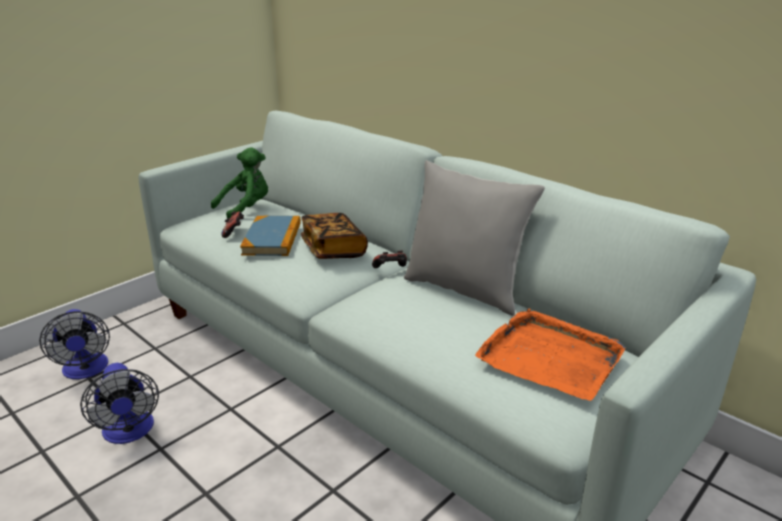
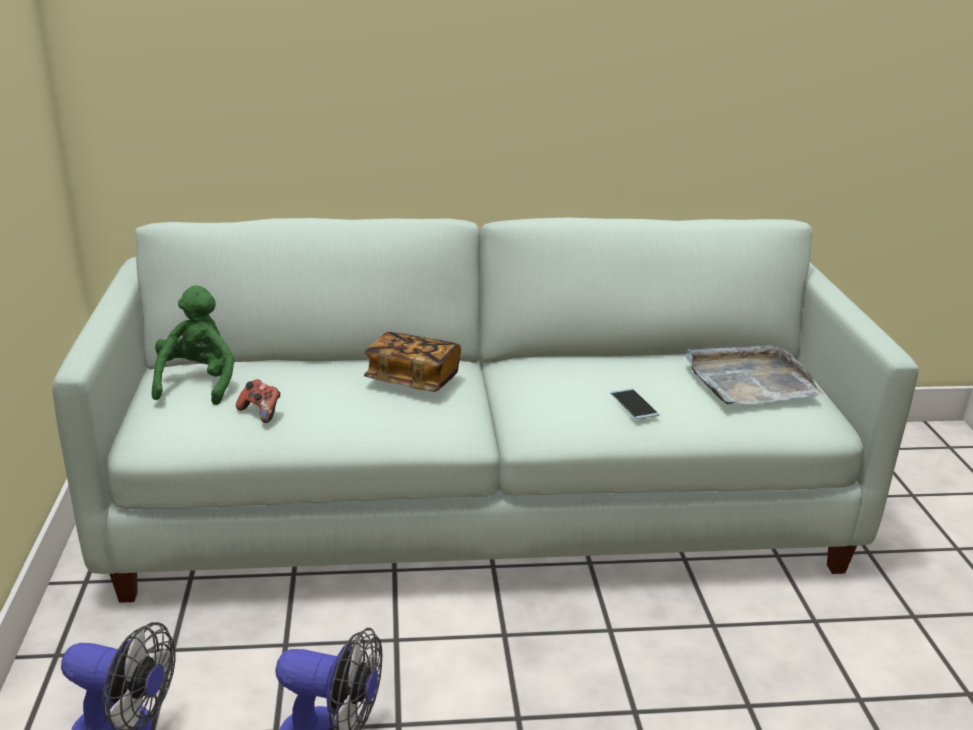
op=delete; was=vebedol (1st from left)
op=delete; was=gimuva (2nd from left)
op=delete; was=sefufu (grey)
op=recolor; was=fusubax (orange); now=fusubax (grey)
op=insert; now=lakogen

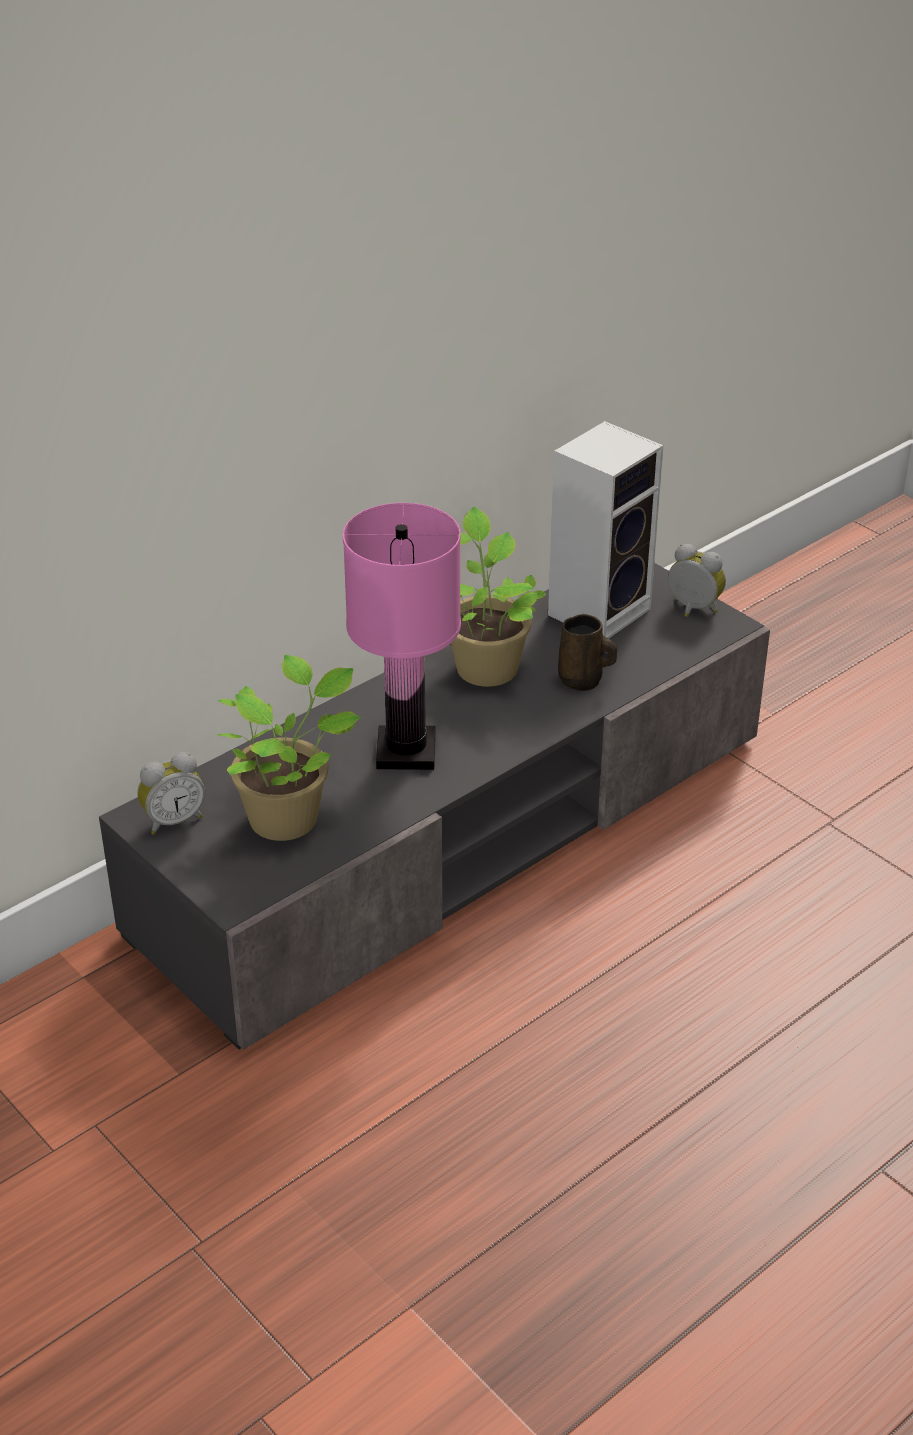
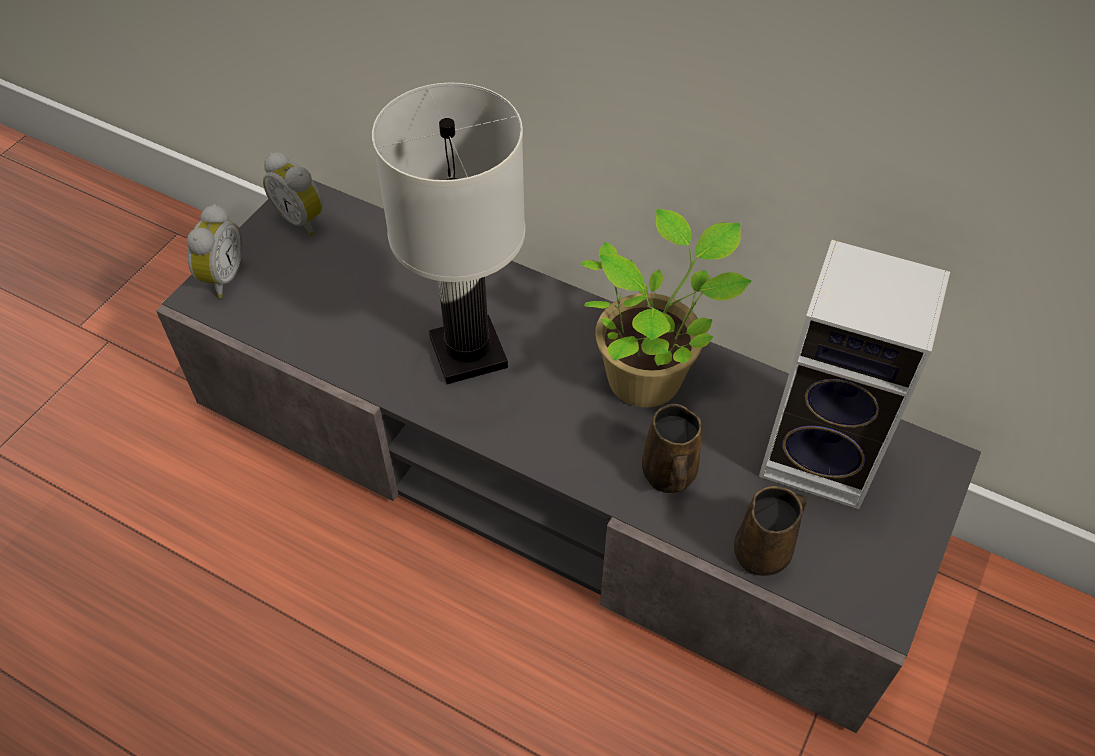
op=delete; was=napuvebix (1st from left)
op=recolor; was=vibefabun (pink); now=vibefabun (white)
op=move; was=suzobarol (2nd from left in the first image); now=suzobarol (1st from left)
op=insert; now=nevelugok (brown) (2nd from left)

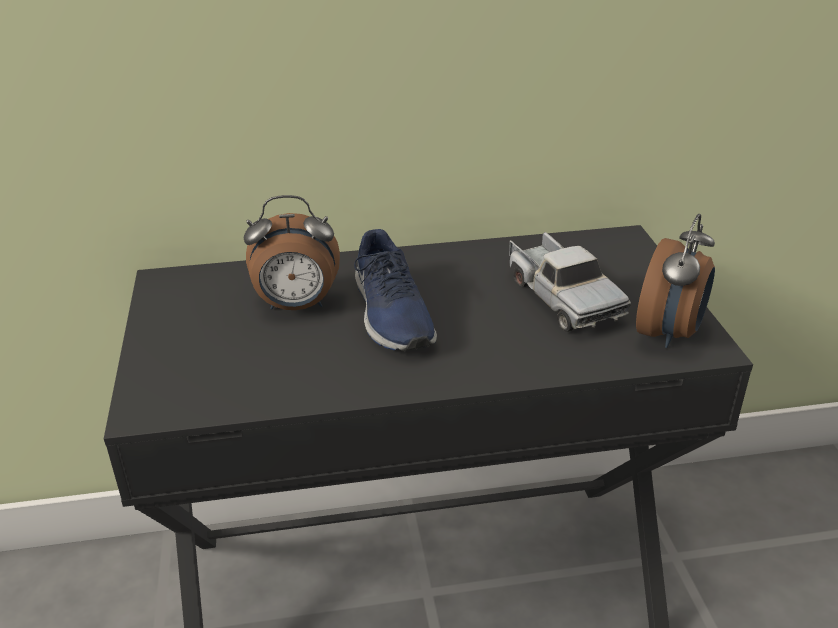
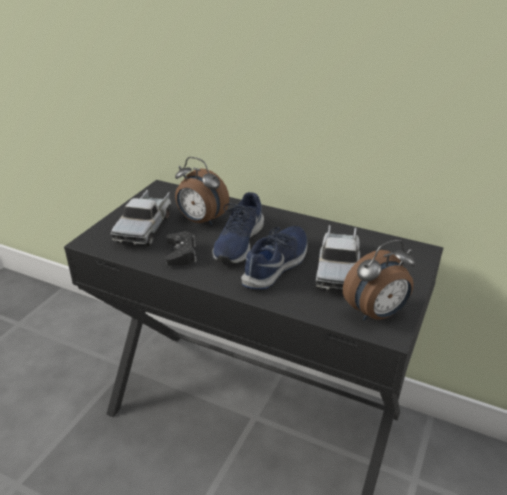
op=insert; now=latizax (1st from left)
op=insert; now=gimuva (black)
op=insert; now=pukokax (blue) (2nd from left)

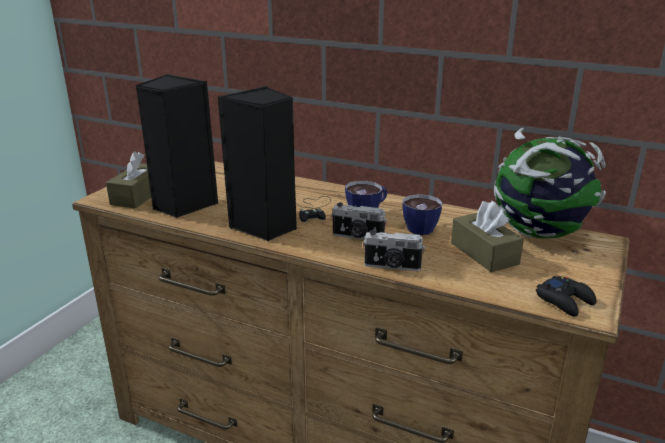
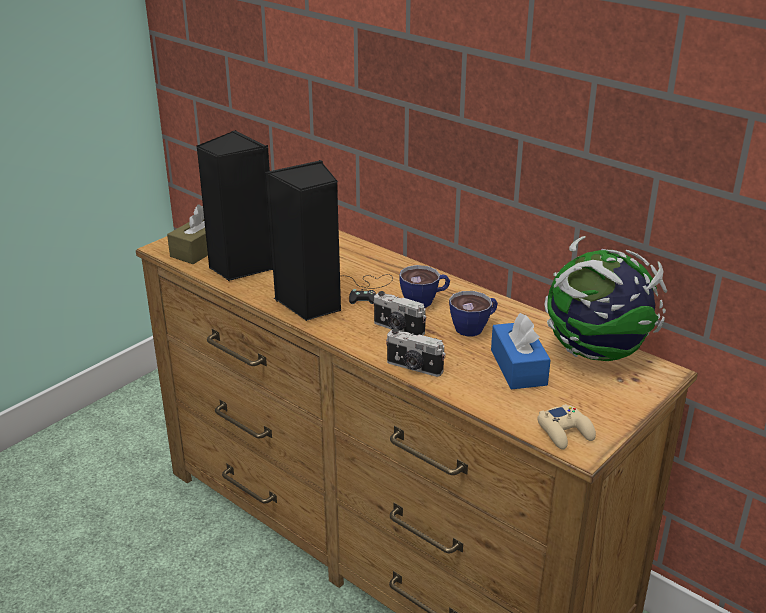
op=recolor; was=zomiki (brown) (2nd from left); now=zomiki (blue)
op=recolor; was=gimuva (black) (2nd from left); now=gimuva (beige)

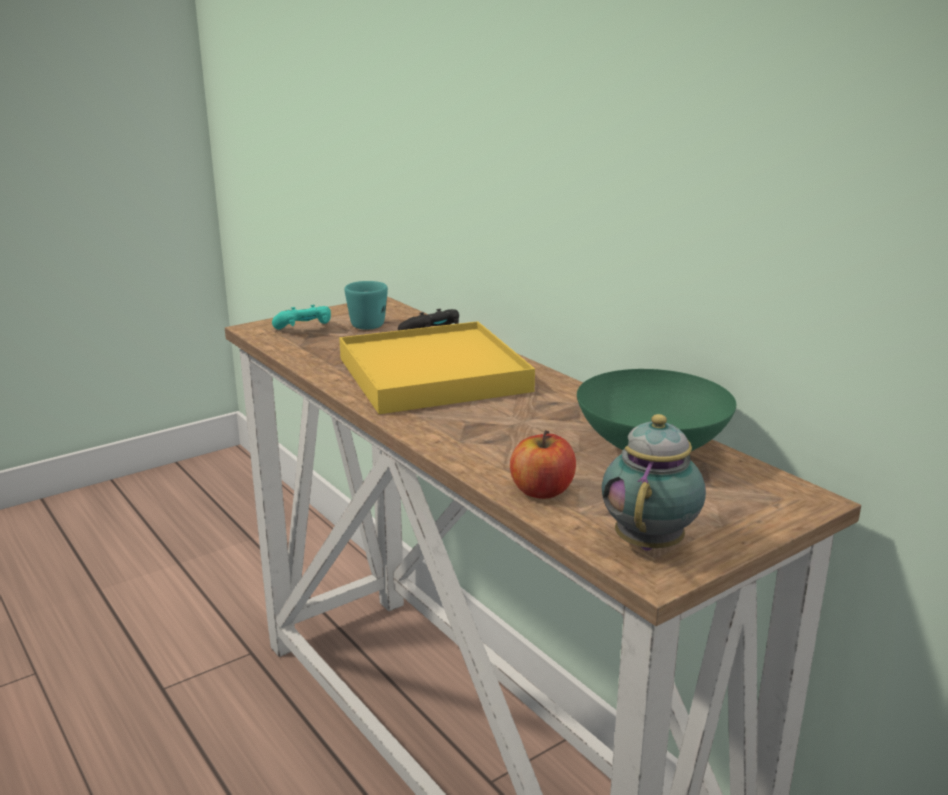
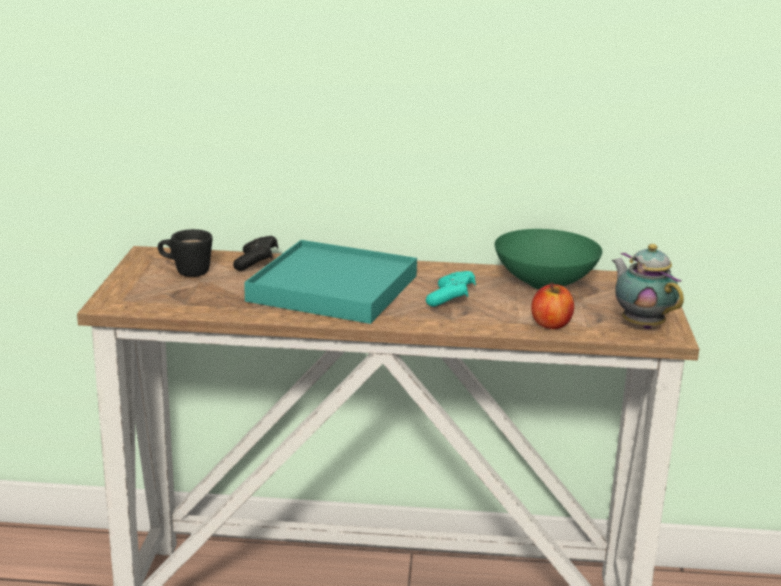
op=move; was=gimuva (turquoise)
op=recolor; was=fusubax (yellow); now=fusubax (turquoise)
op=recolor; was=nevelugok (turquoise); now=nevelugok (black)

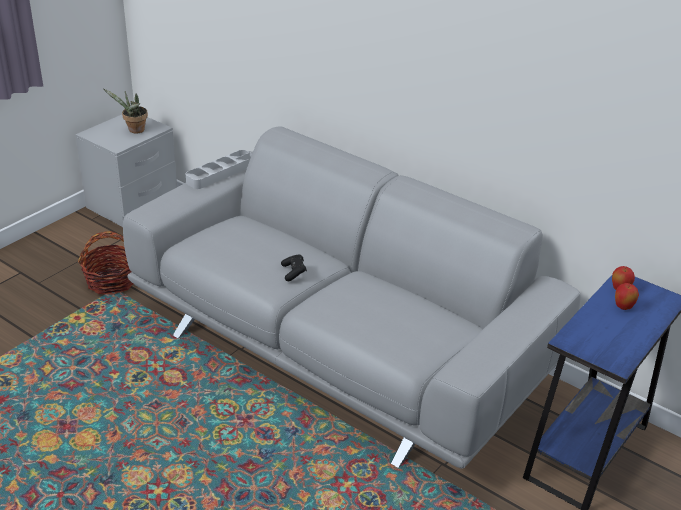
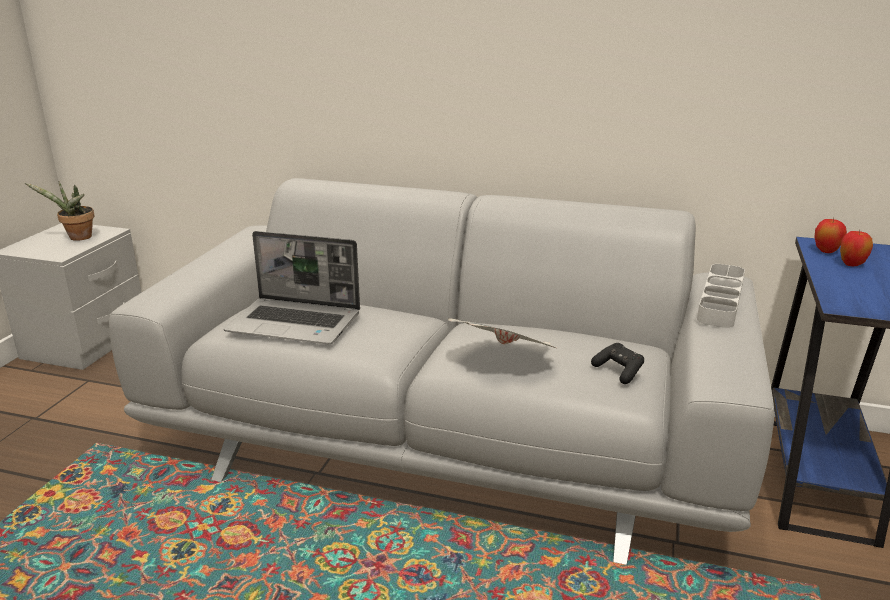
op=delete; was=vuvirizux
op=move; was=fusubax (grey)
op=move; was=gimuva (black)
op=insert; now=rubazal
op=insert; now=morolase

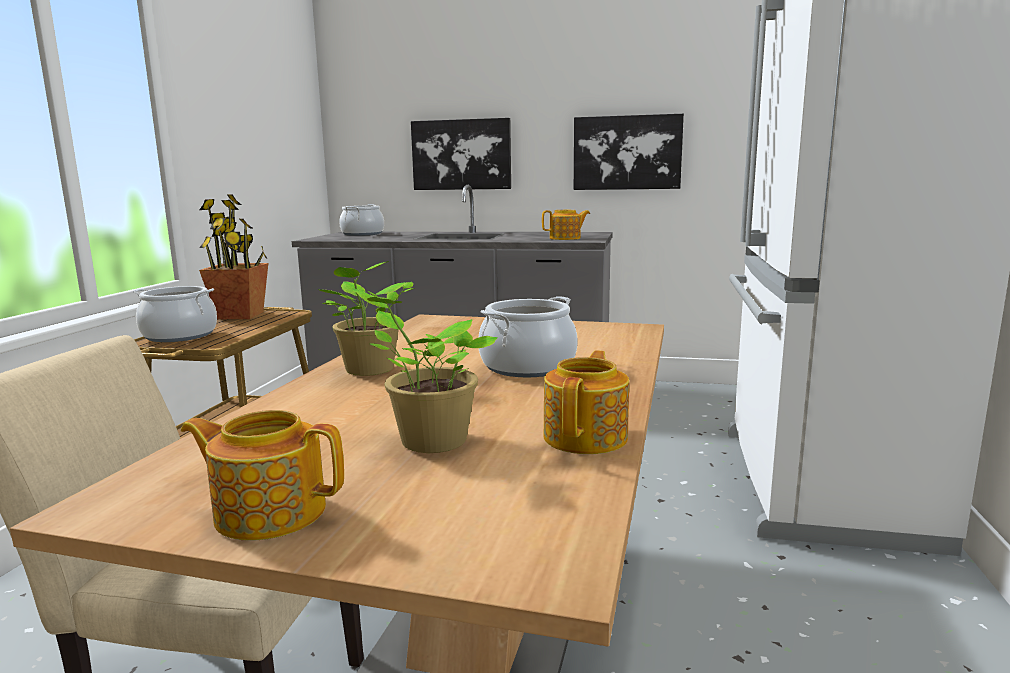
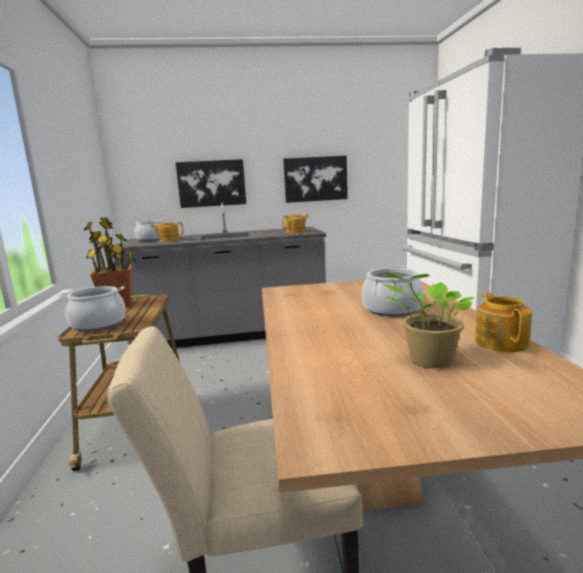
op=move; was=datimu (1st from left)
op=delete; was=napuvebix (2nd from left)

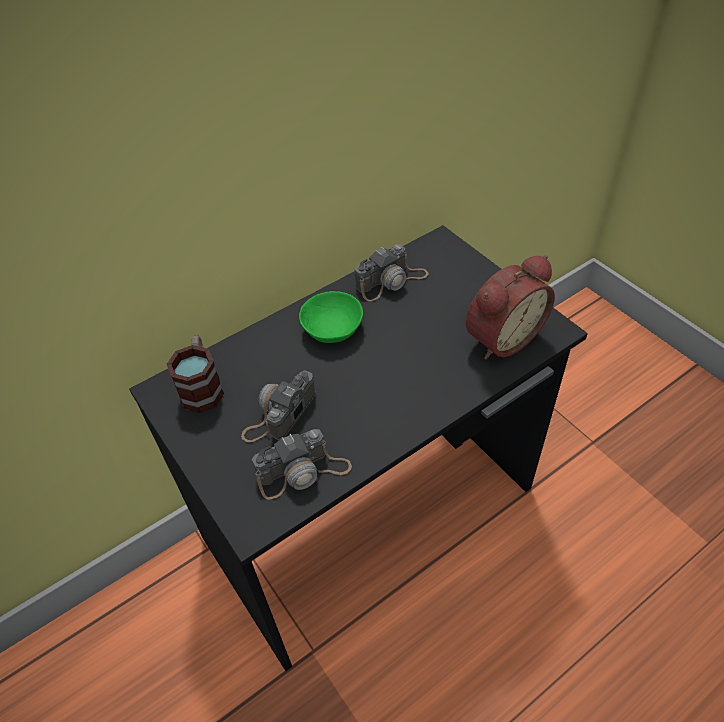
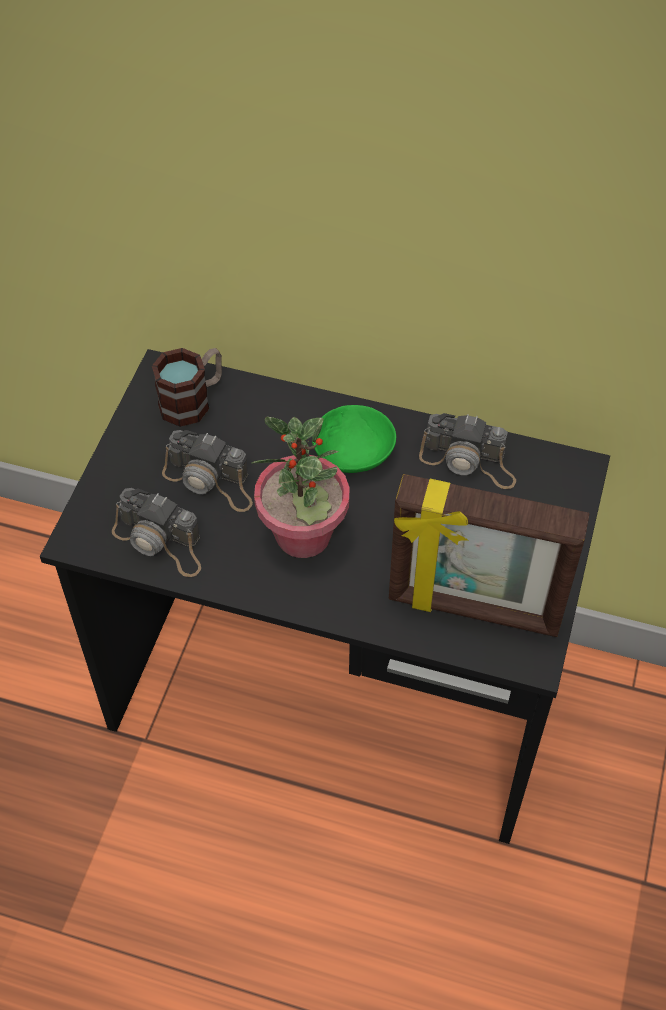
op=rotate; was=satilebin (1st from left in the first image); clockwise=-150
op=replace; was=suzobarol; now=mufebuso
op=insert; now=napuvebix

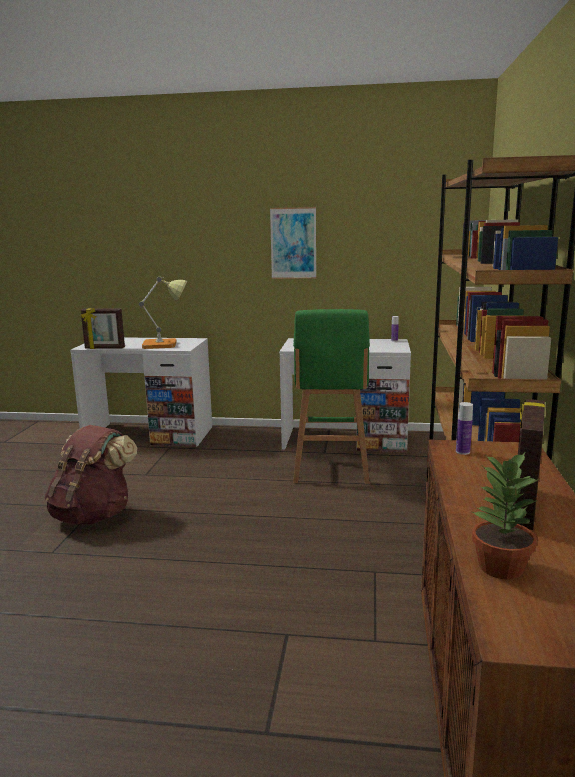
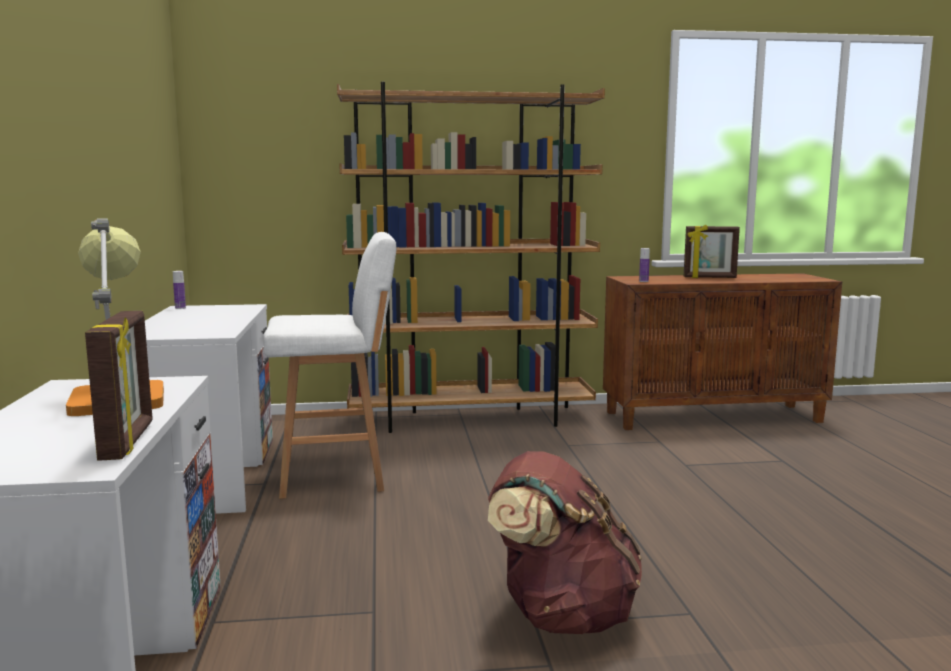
op=delete; was=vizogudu
op=recolor; was=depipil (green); now=depipil (white)
op=delete; was=napuvebix

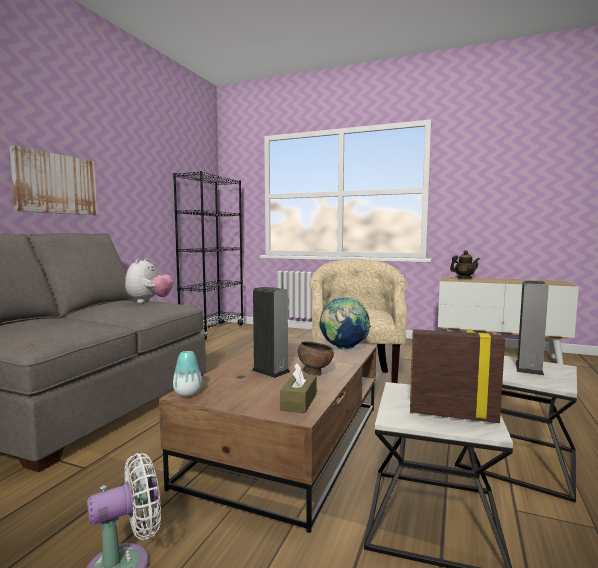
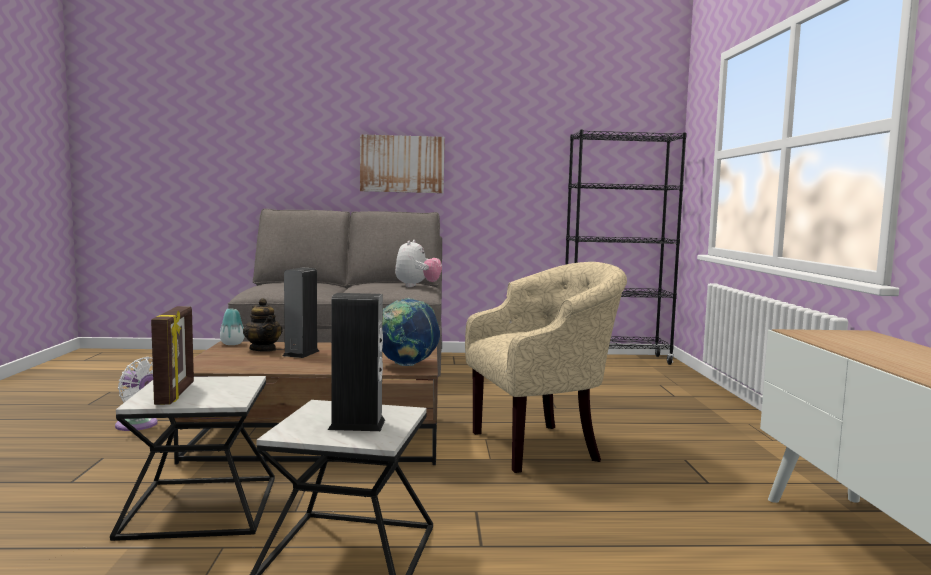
op=rotate; was=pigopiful; clockwise=-60
op=delete; was=zomiki (brown)
op=delete; was=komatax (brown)
op=move; was=datimu

